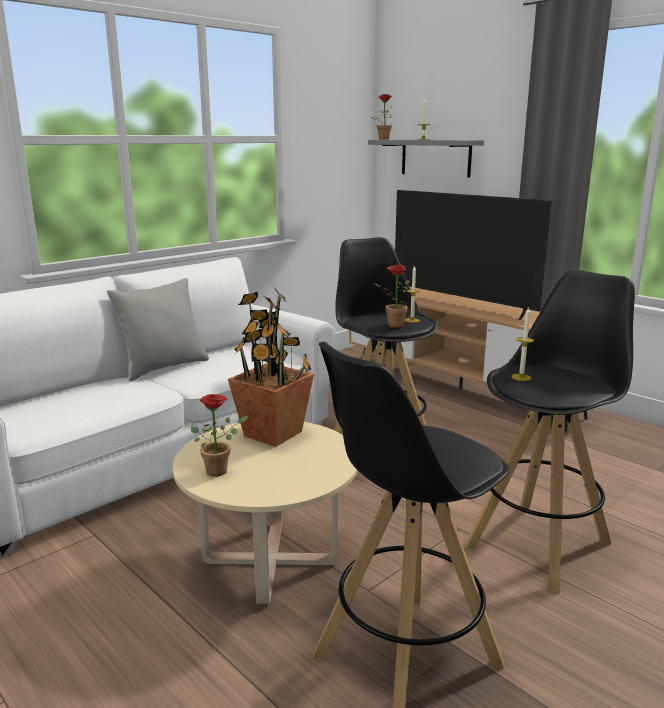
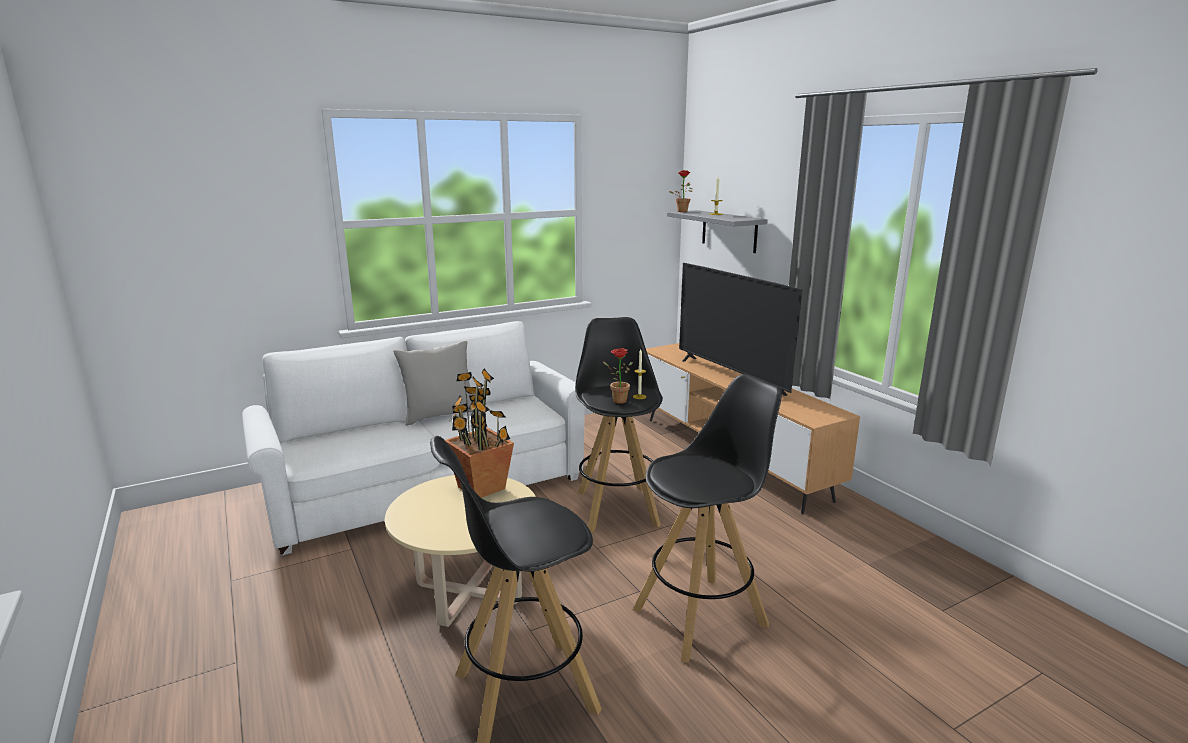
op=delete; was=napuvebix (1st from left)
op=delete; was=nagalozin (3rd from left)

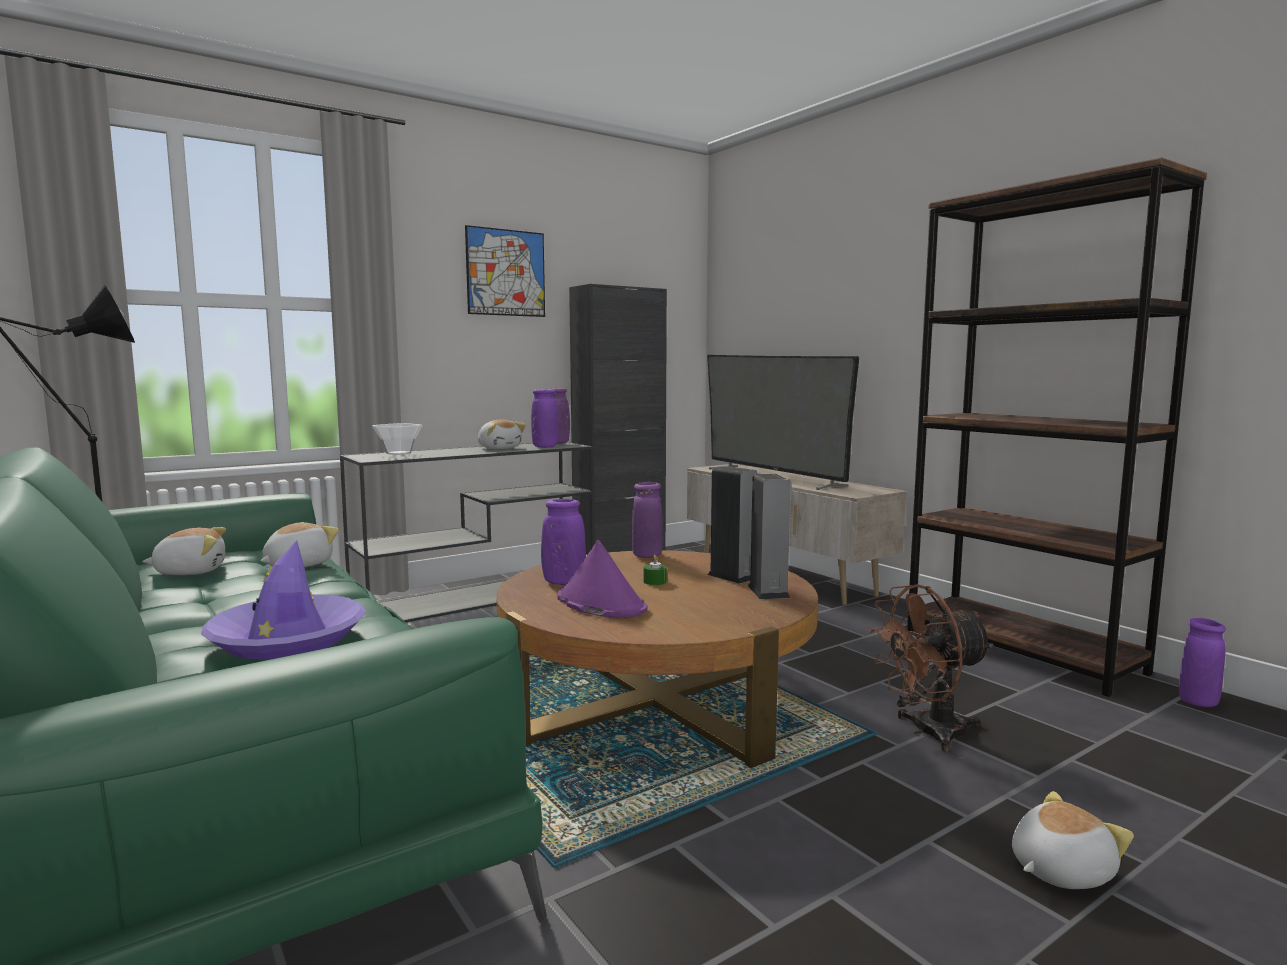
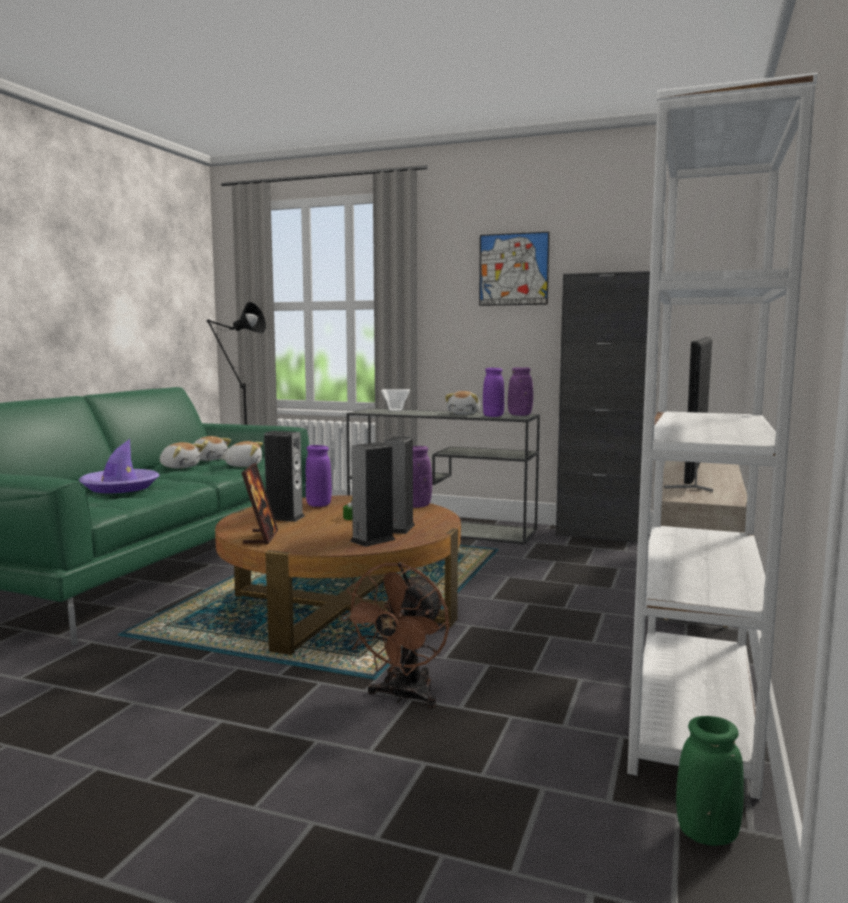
op=replace; was=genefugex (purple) (2nd from left); now=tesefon (1st from left)
op=rotate; was=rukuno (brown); clockwise=-105
op=recolor; was=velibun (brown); now=velibun (white)
op=move; was=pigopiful (4th from left in the first image); now=pigopiful (1st from left)
op=recolor; was=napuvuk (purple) (5th from left); now=napuvuk (green)
op=insert; now=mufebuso

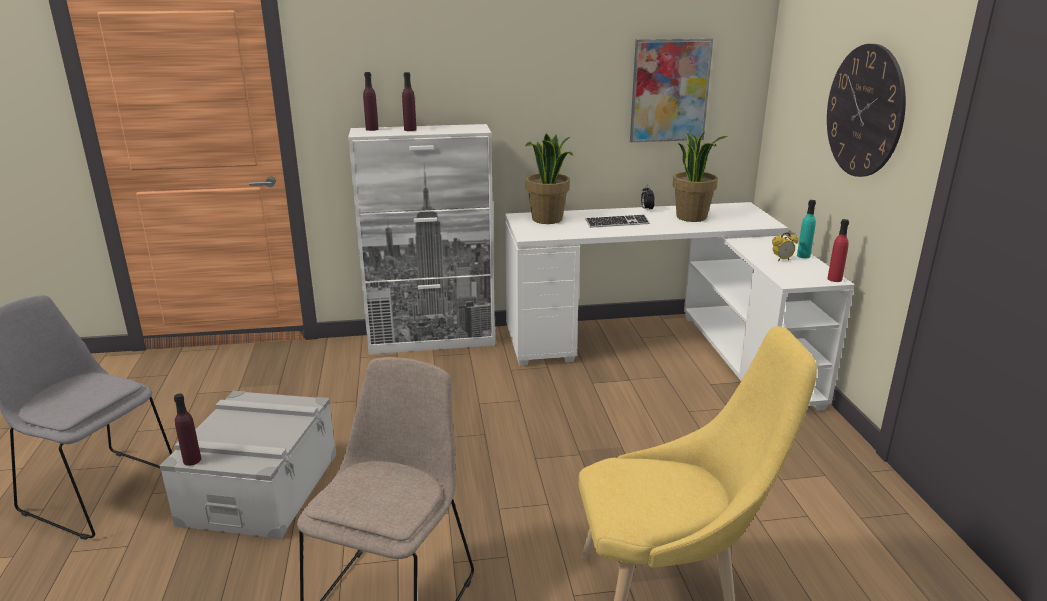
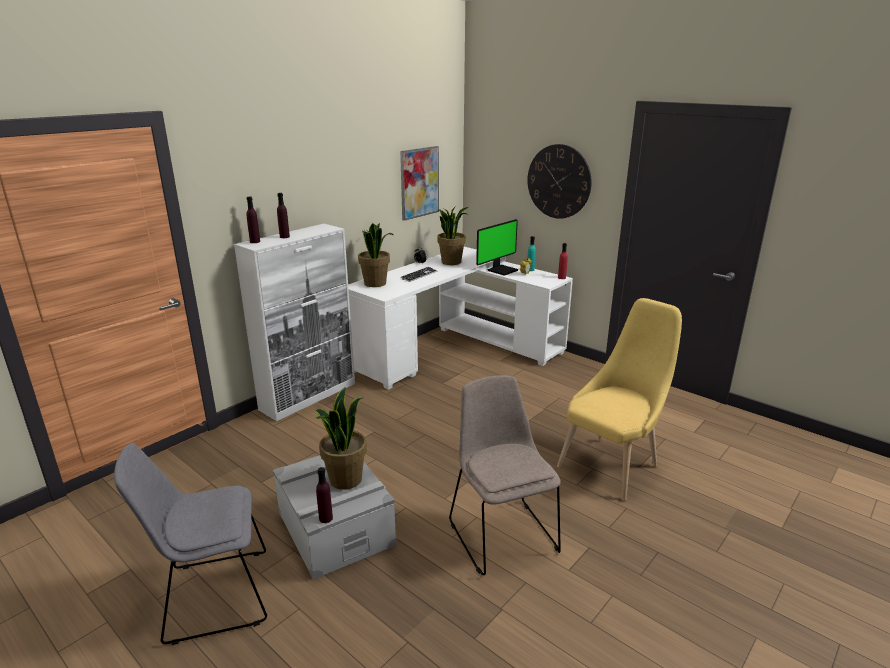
op=insert; now=napuvebix (1st from left)
op=insert; now=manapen

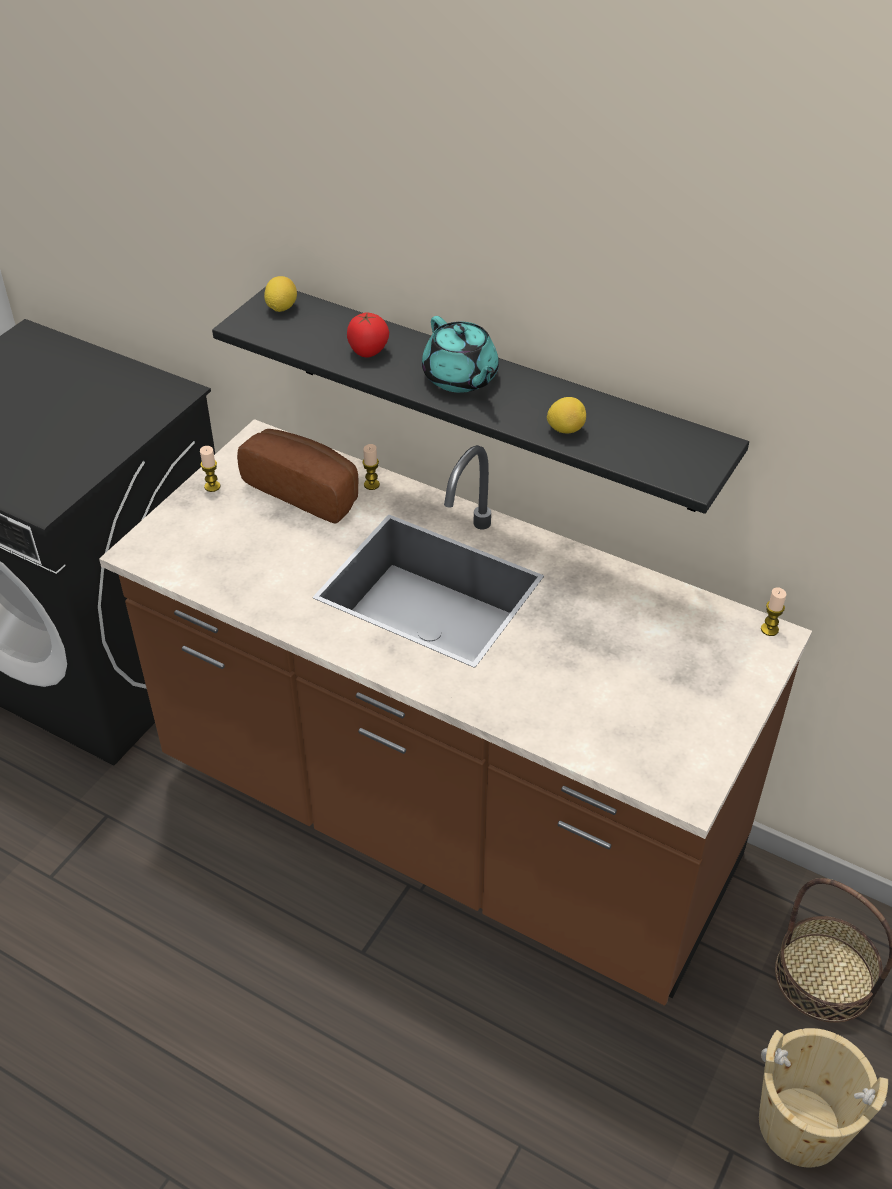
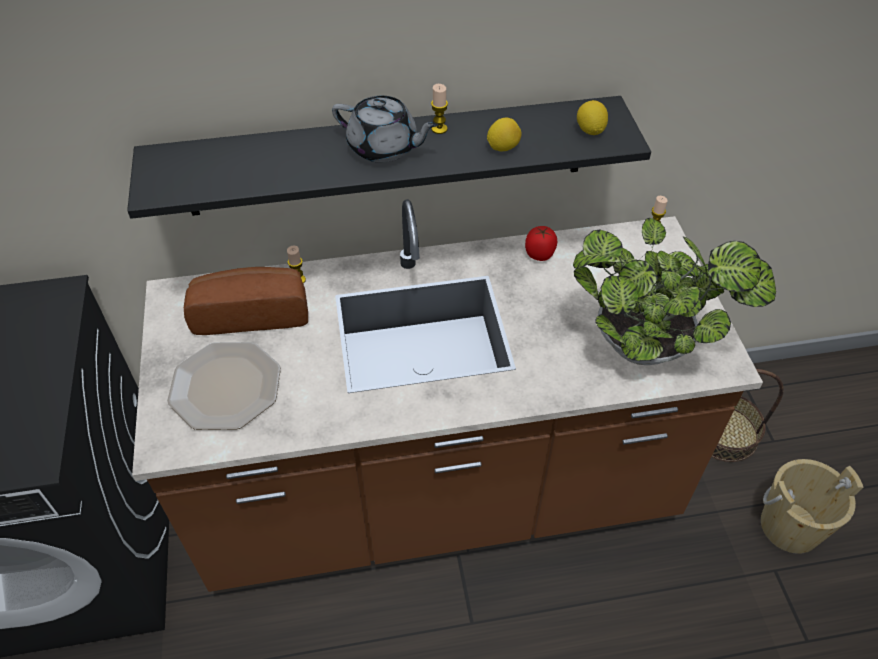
op=move; was=nagalozin (1st from left in the first image); now=nagalozin (2nd from left)
op=move; was=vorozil (1st from left in the first image); now=vorozil (2nd from left)
op=move; was=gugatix
op=recolor; was=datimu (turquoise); now=datimu (grey)
op=insert; now=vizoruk
op=insert; now=napuvebix

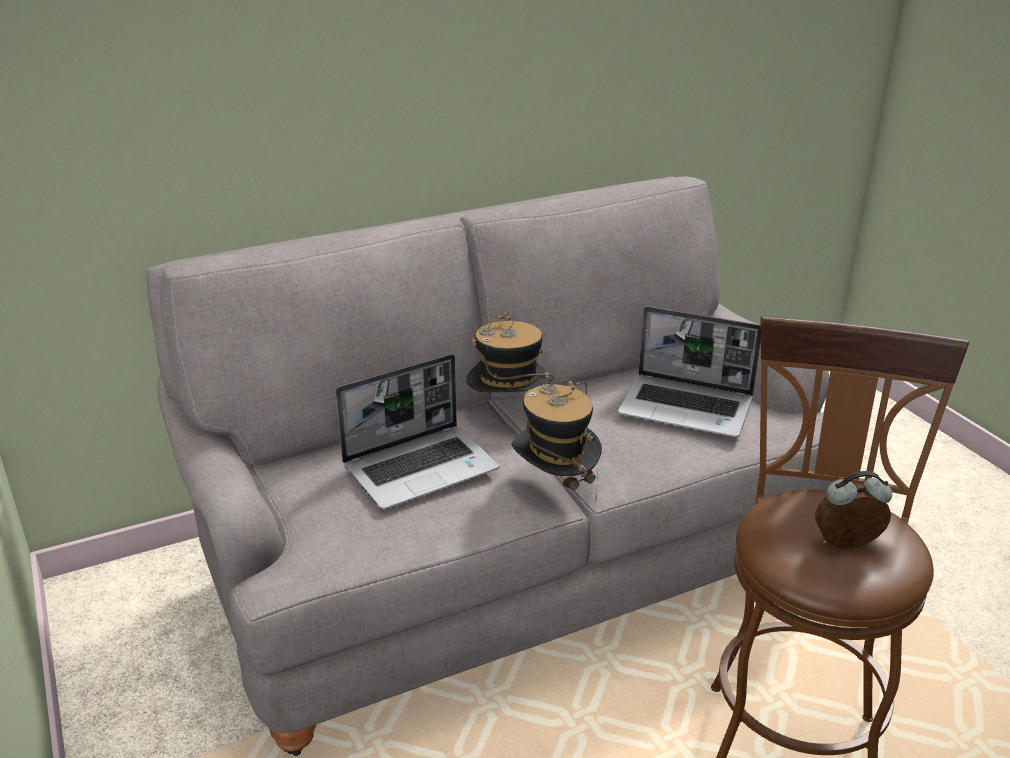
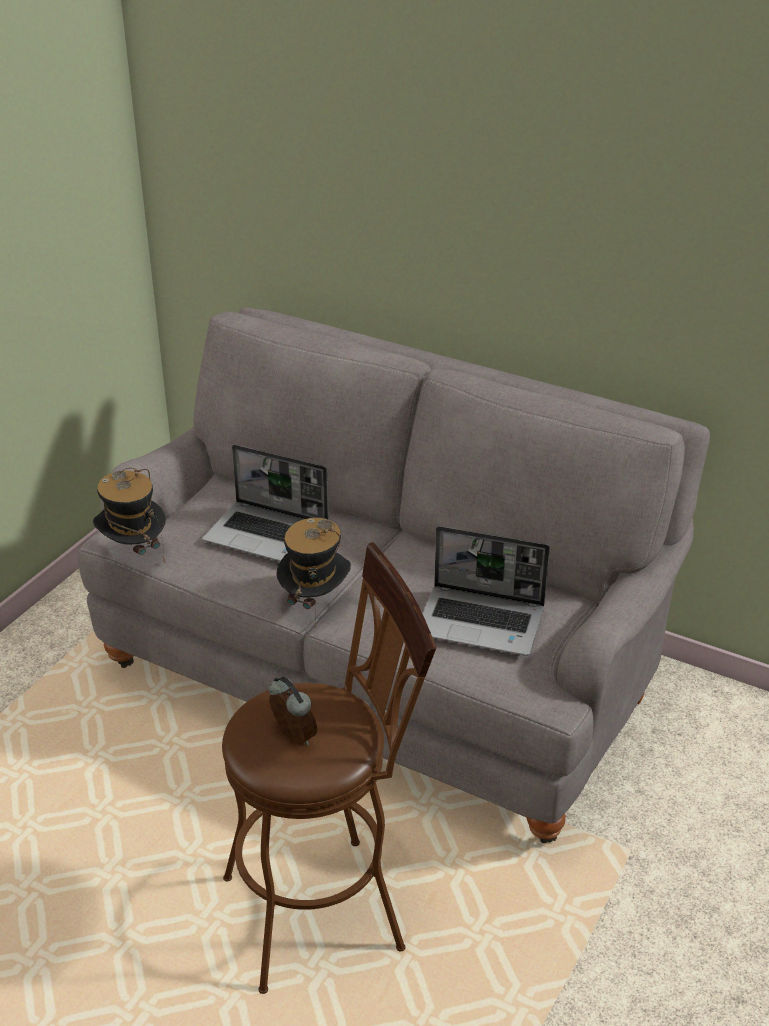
op=move; was=genefugex (1st from left)
op=rotate; was=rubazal (2nd from left); clockwise=-60

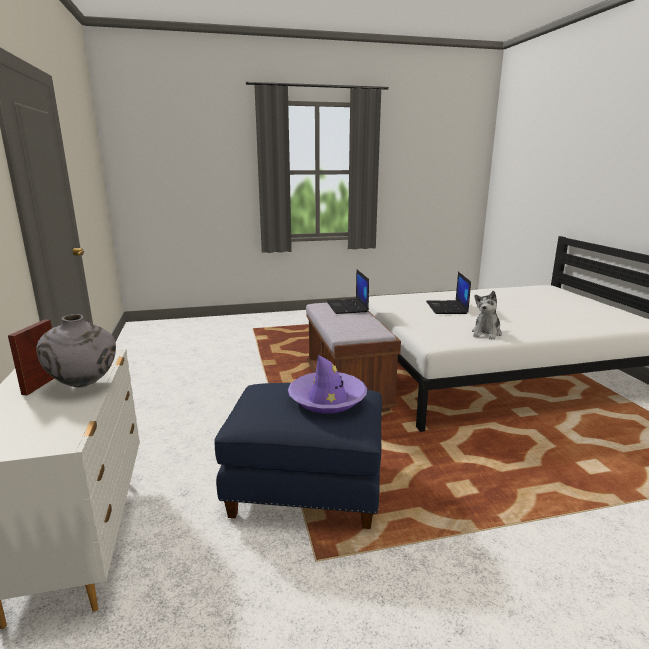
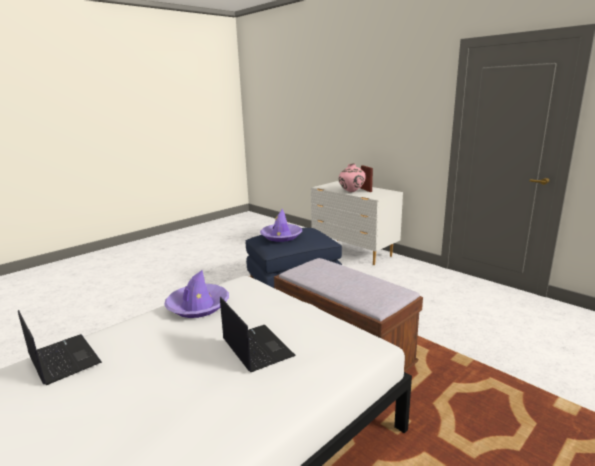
op=recolor; was=napuvuk (grey); now=napuvuk (pink)
op=move; was=rubazal (1st from left)
op=replace; was=pigopiful; now=genefugex (purple) (1st from left)

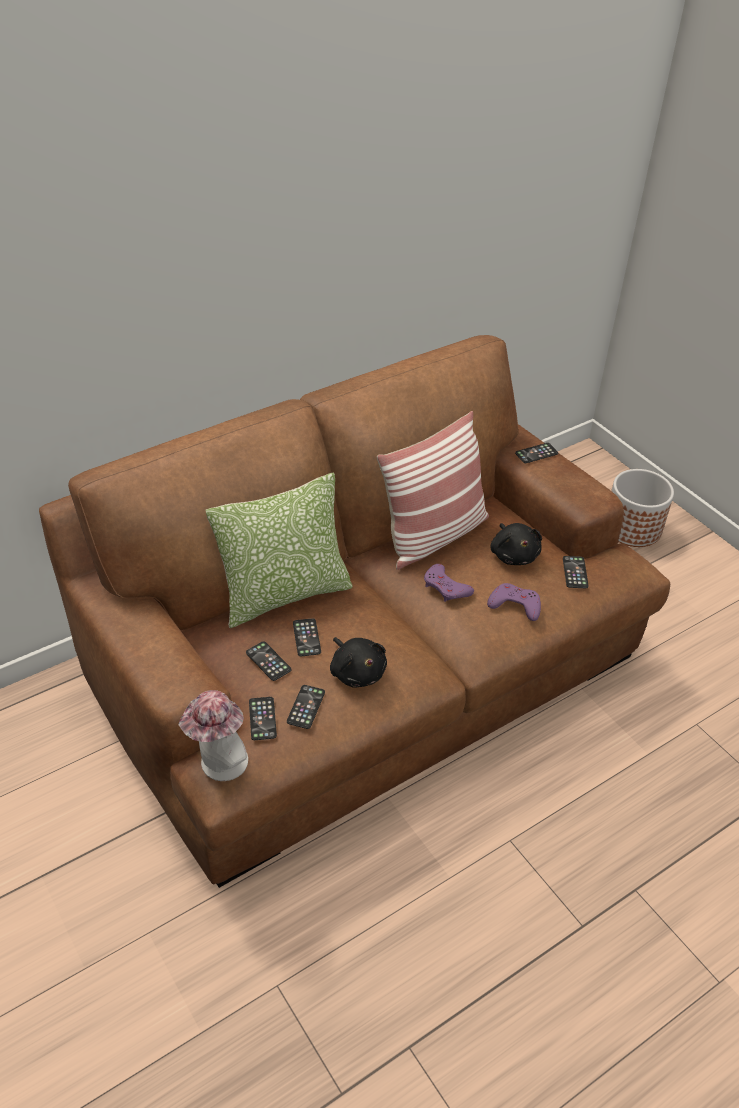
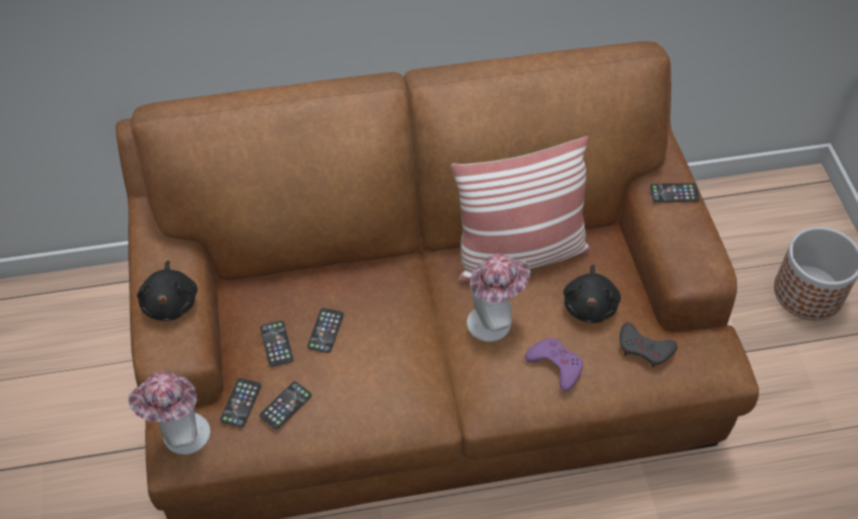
op=delete; was=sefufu (1st from left)
op=move; was=pigopiful (black) (1st from left)
op=replace; was=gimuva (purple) (1st from left); now=genefugex (2nd from left)
op=replace; was=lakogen (6th from left); now=gimuva (grey)

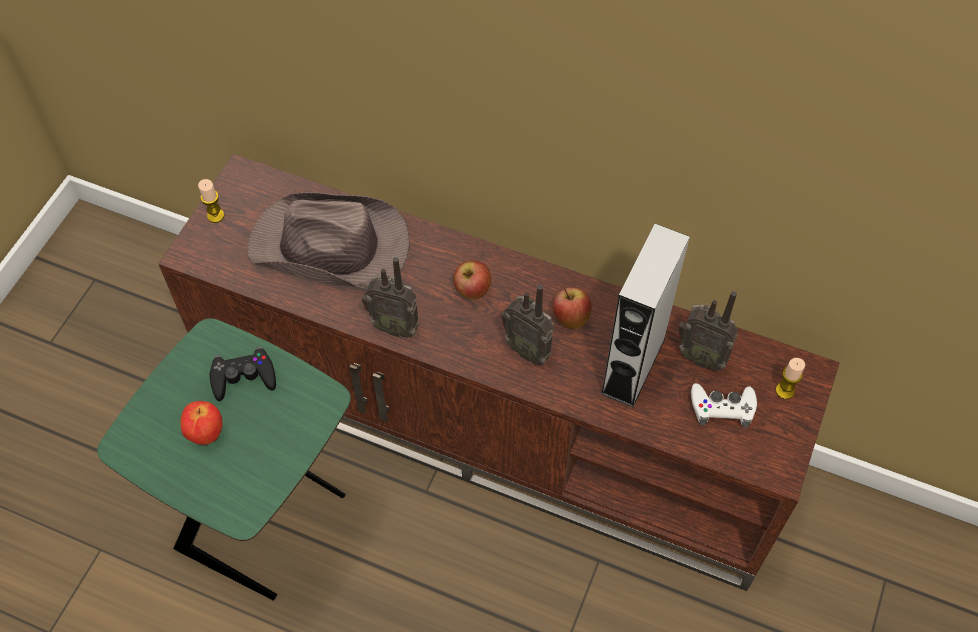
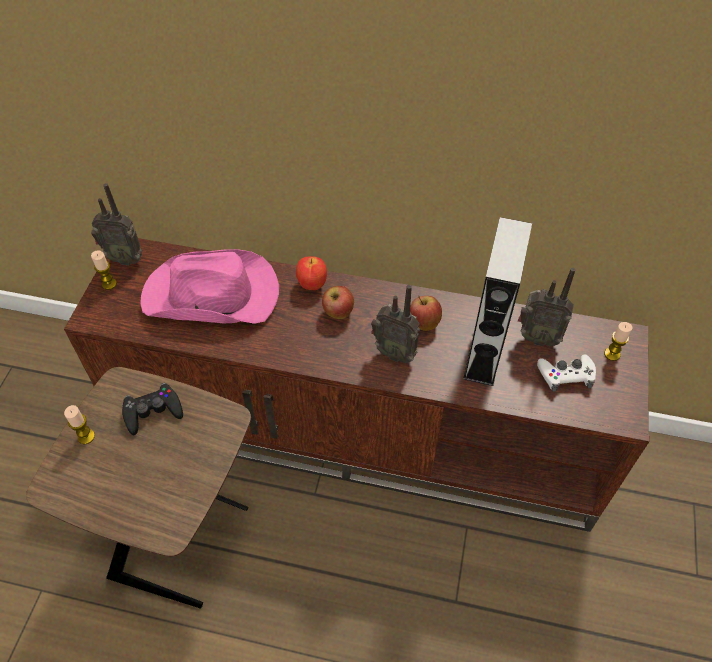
op=recolor; was=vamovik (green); now=vamovik (brown)
op=move; was=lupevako (1st from left)
op=recolor; was=genefugex (brown); now=genefugex (pink)
op=move; was=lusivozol (1st from left)
op=insert; now=nagalozin (1st from left)

